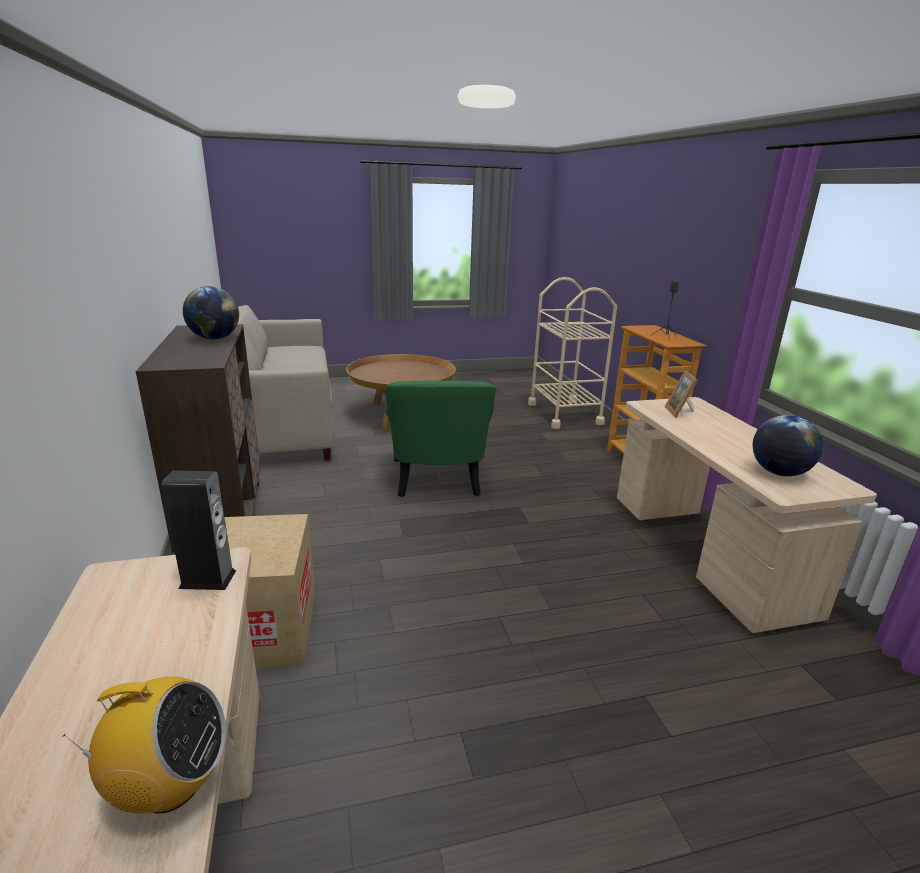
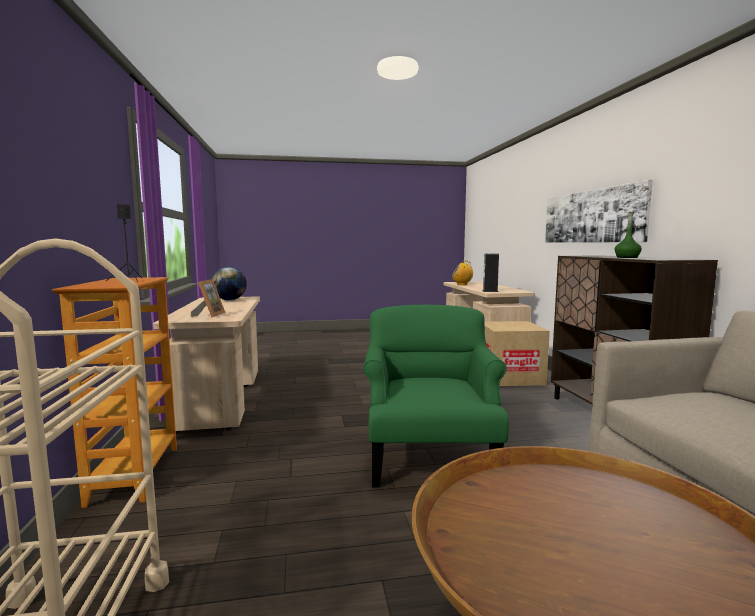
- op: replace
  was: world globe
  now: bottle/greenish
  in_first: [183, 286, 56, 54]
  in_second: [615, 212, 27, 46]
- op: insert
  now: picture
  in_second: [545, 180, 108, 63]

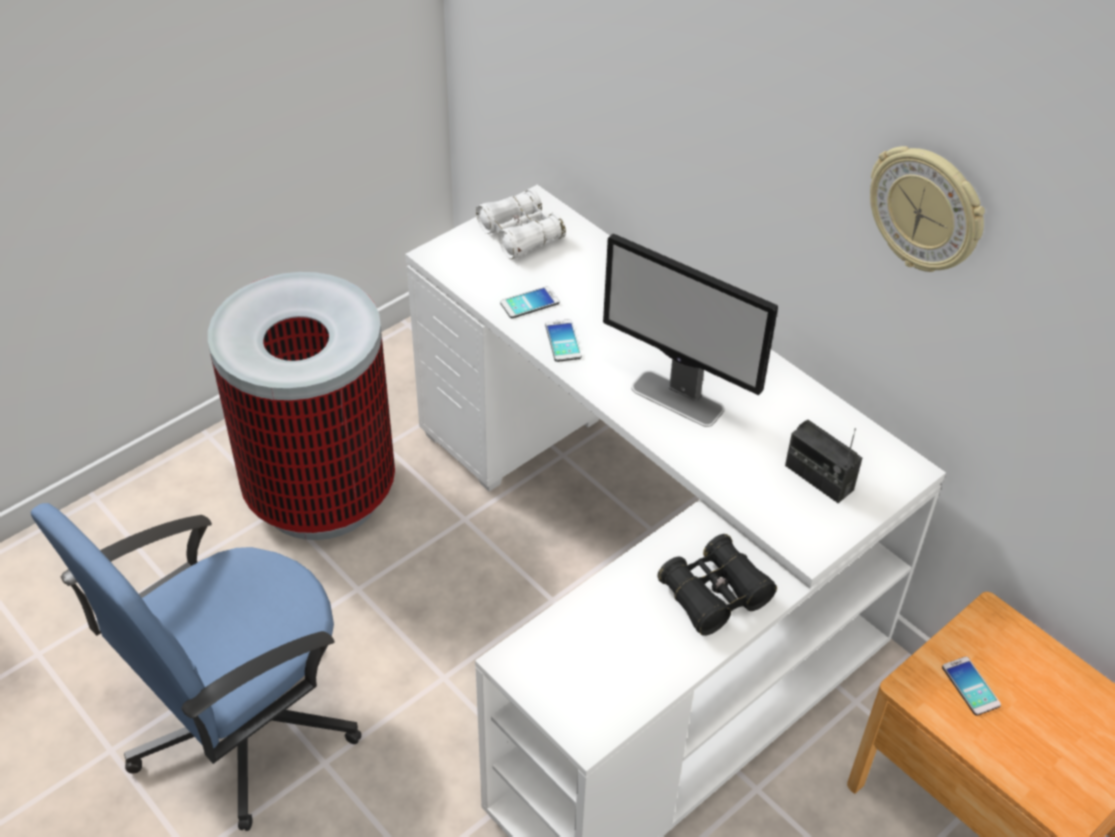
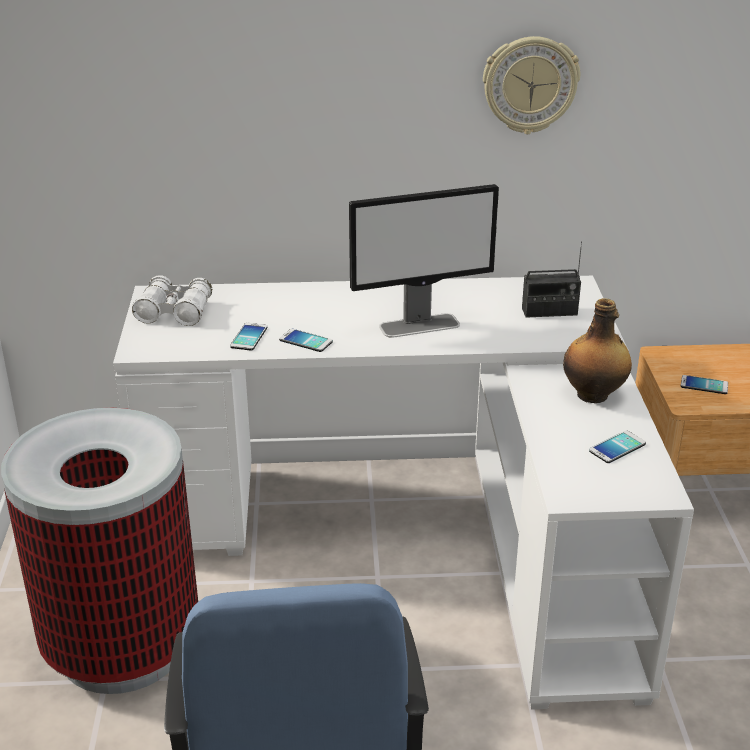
- op: replace
  was: pair of binoculars/black
  now: bottle
  in_first: [657, 534, 120, 102]
  in_second: [563, 298, 69, 105]
- op: insert
  now: handset
  in_second: [589, 431, 57, 32]

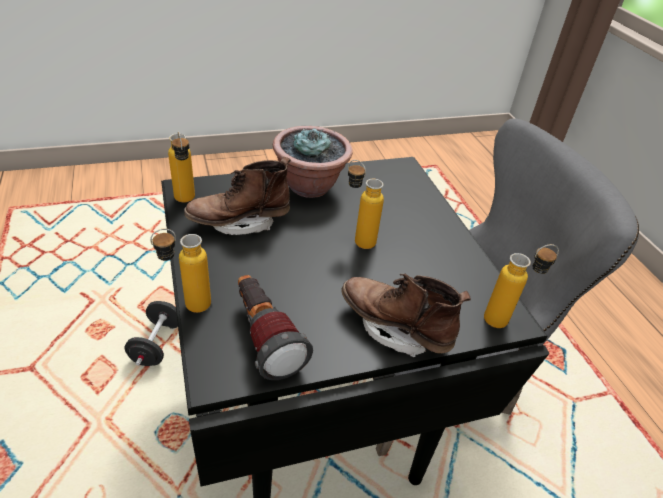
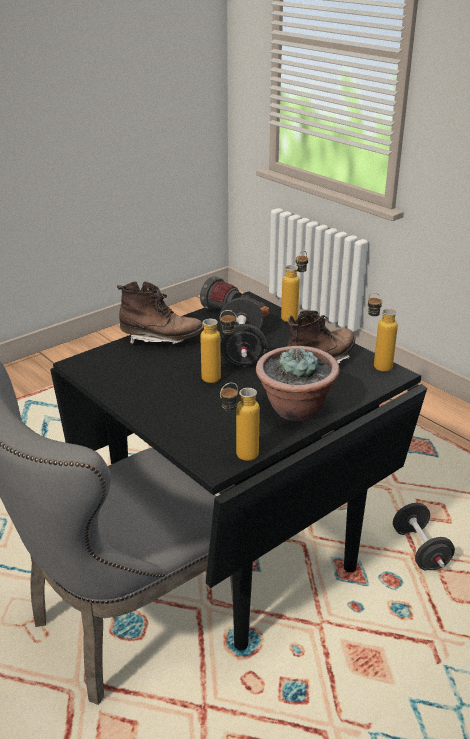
- op: move
  was: bottle
  in_first: [484, 244, 75, 84]
  in_second: [220, 382, 40, 79]
- op: insert
  now: free weight/black
  in_second: [220, 298, 47, 69]

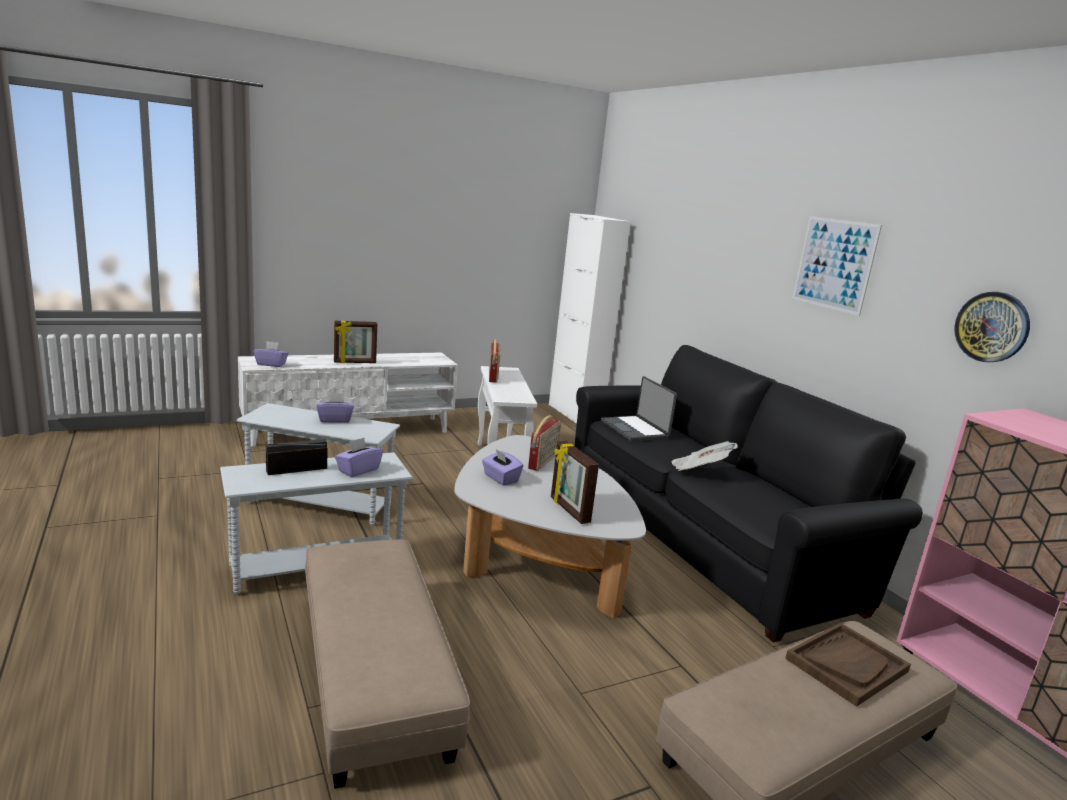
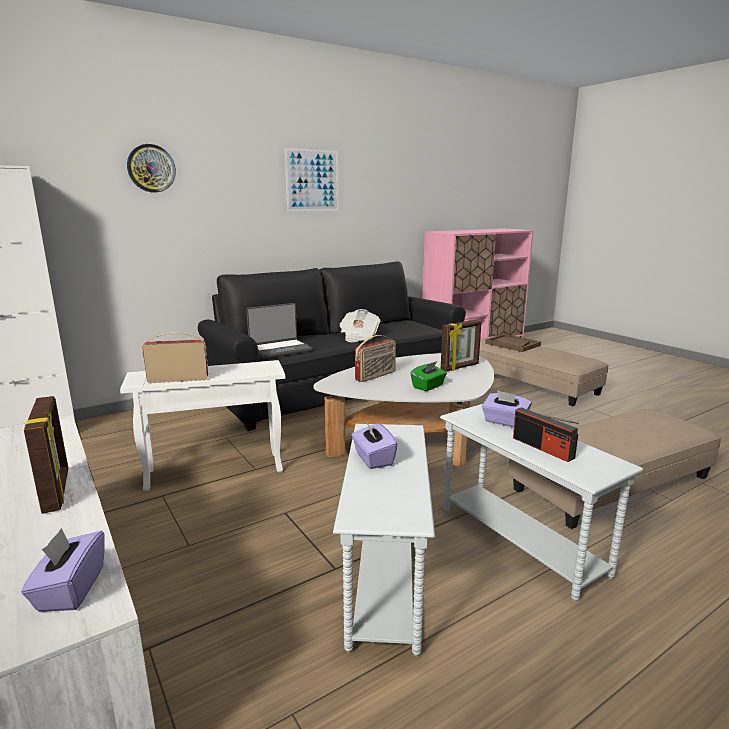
- op: recolor
  was: box of tissues/purplish
  now: box of tissues/greenish
  in_first: [482, 449, 41, 36]
  in_second: [411, 361, 36, 30]
- op: rotate
  was: radio
  in_first: [528, 416, 33, 55]
  in_second: [355, 335, 41, 47]
  clockwise: 120
- op: move
  was: hanging clock
  in_first: [955, 292, 75, 70]
  in_second: [127, 144, 49, 48]

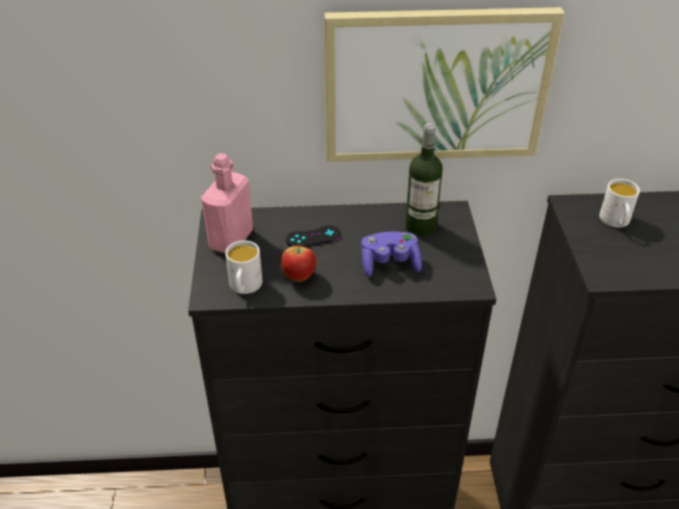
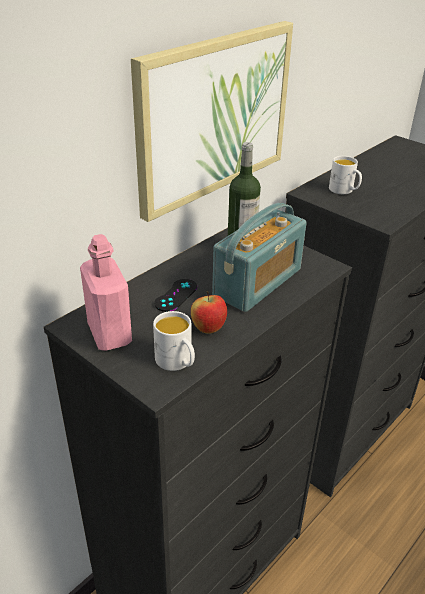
- op: replace
  was: joypad/purplish
  now: radio
  in_first: [361, 231, 61, 46]
  in_second: [212, 203, 94, 109]

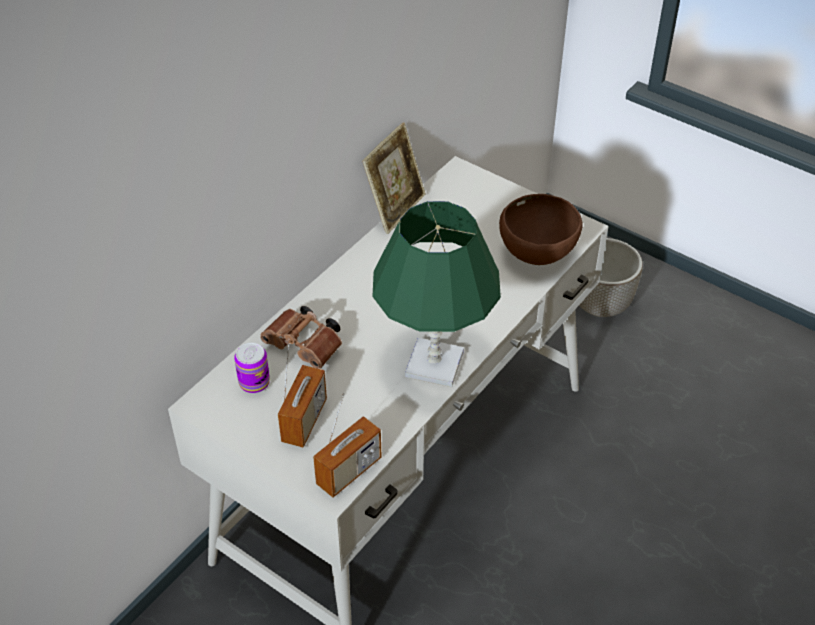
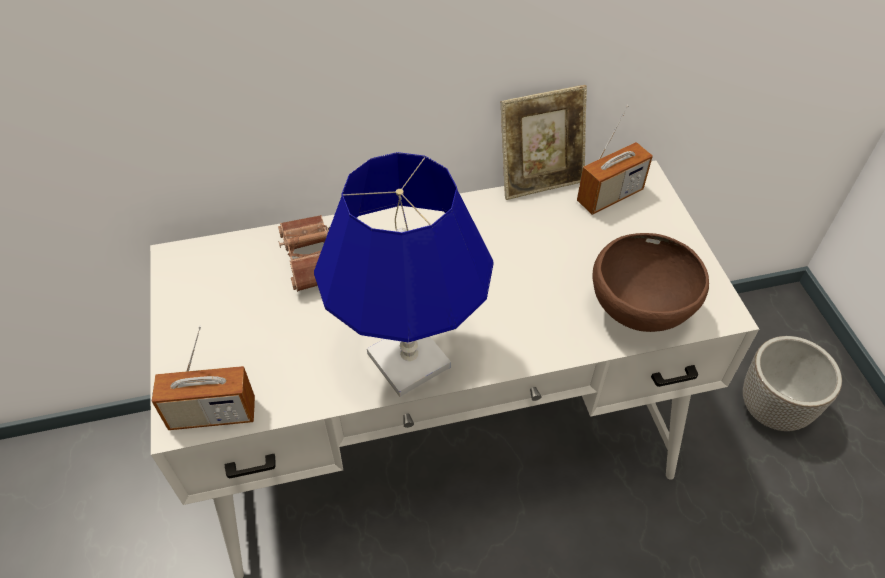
- op: delete
  was: can
  in_first: [234, 343, 36, 50]
- op: move
  was: radio
  in_first: [278, 345, 49, 103]
  in_second: [577, 105, 76, 110]
- op: recolor
  was: lamp for a table/greenish
  now: lamp for a table/blue-coloured
  in_first: [372, 201, 129, 186]
  in_second: [314, 152, 180, 245]

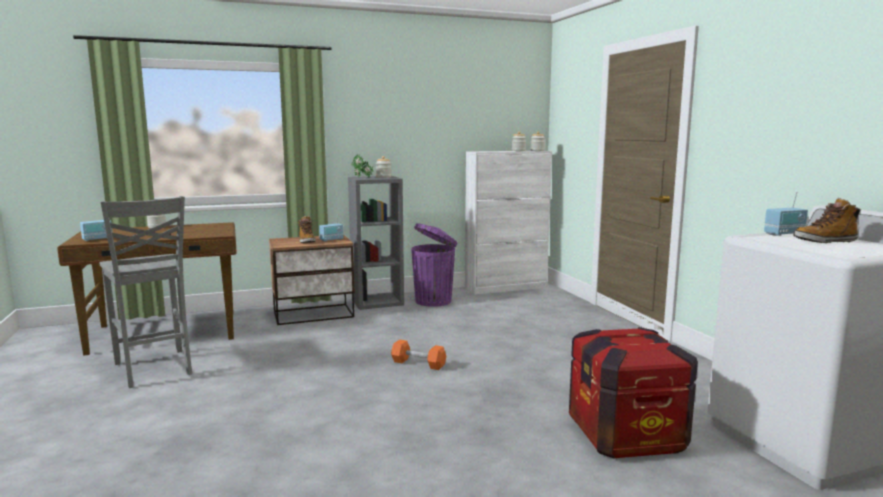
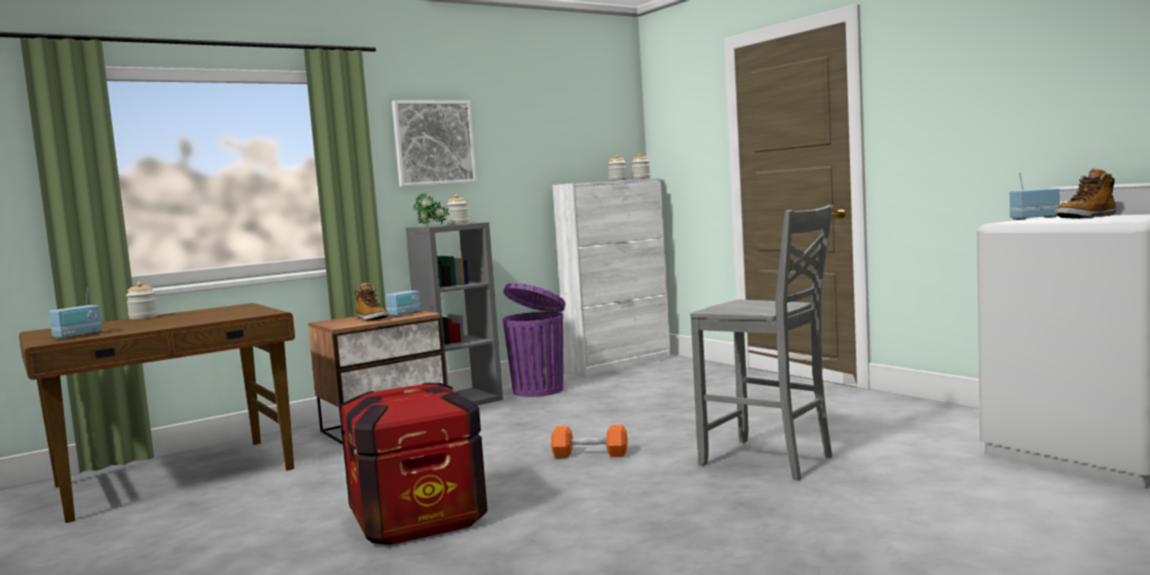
- op: move
  was: chair/grey
  in_first: [99, 196, 93, 192]
  in_second: [690, 205, 143, 276]
- op: move
  was: shipping crate
  in_first: [569, 327, 129, 132]
  in_second: [339, 383, 148, 162]
- op: rotate
  was: radio
  in_first: [764, 192, 44, 44]
  in_second: [1010, 172, 50, 48]
  clockwise: -150
- op: insert
  now: picture
  in_second: [392, 100, 85, 87]

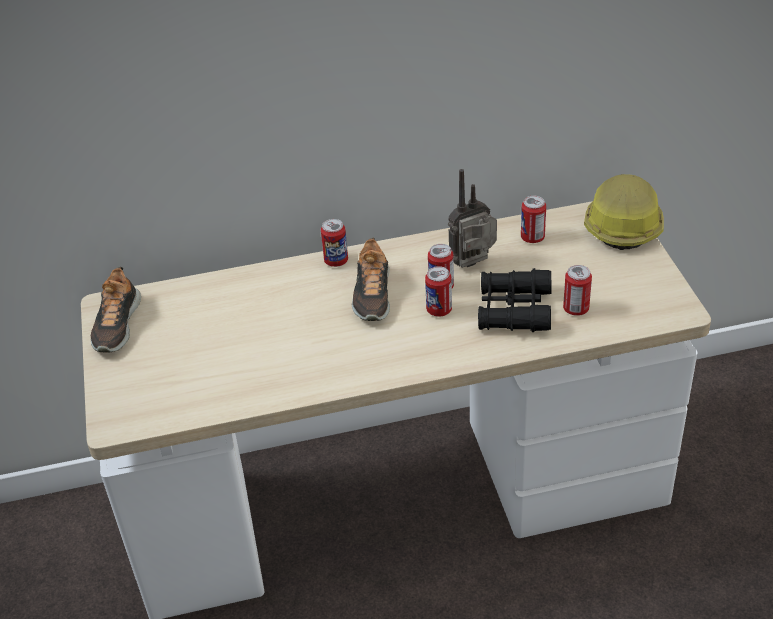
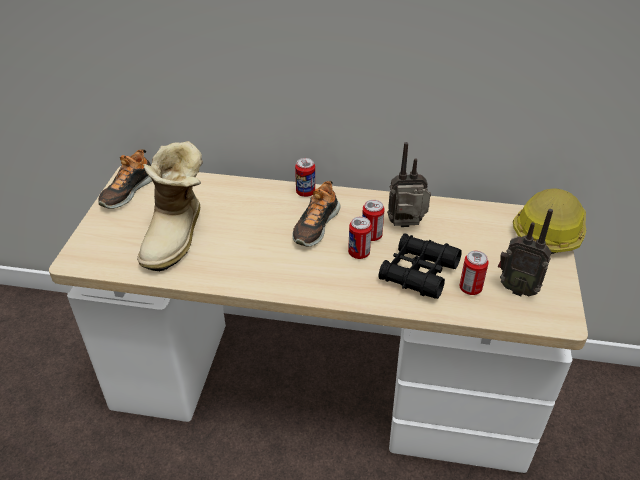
- op: delete
  was: can
  in_first: [521, 196, 25, 47]
- op: insert
  now: high-top boot
  in_second: [137, 141, 66, 131]
- op: insert
  now: radio
  in_second: [498, 209, 55, 87]

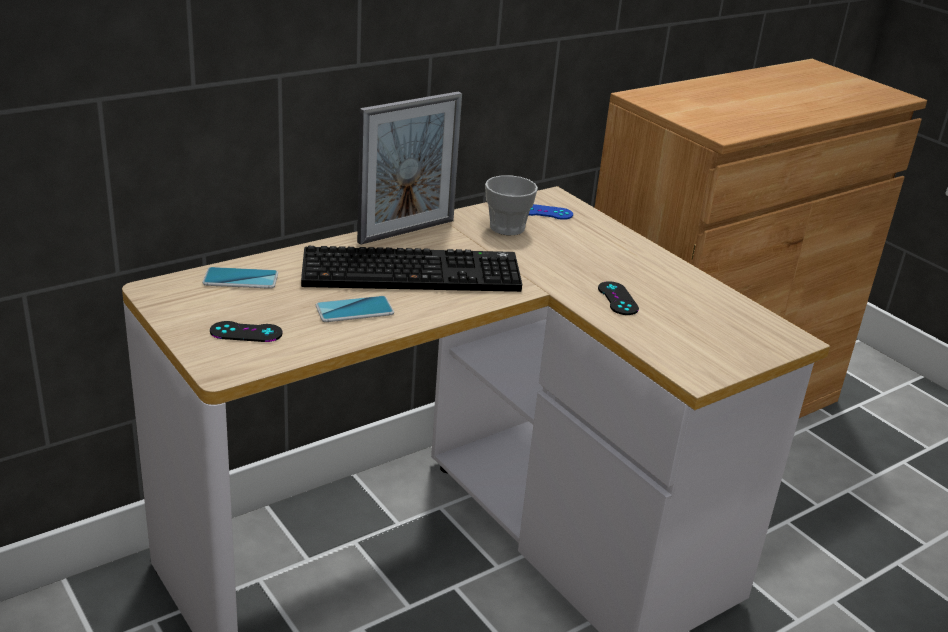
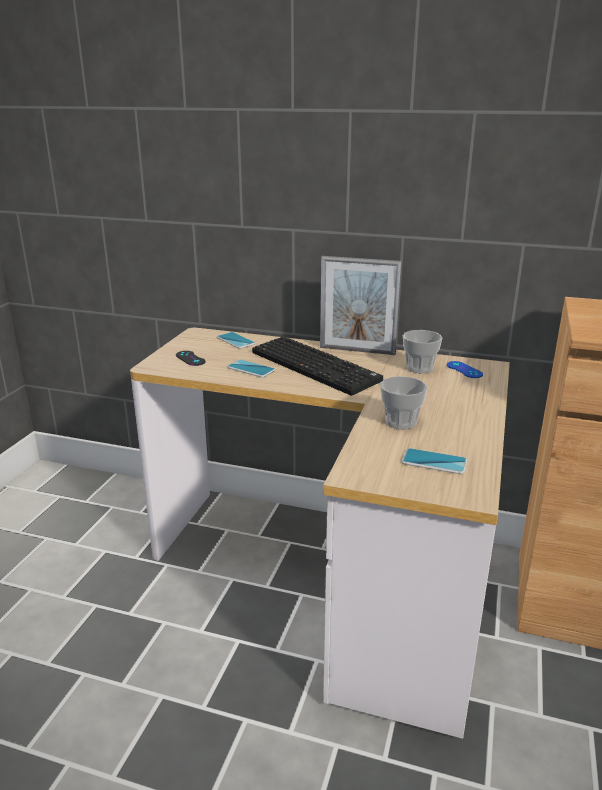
- op: replace
  was: joypad/black
  now: cup
  in_first: [598, 281, 41, 34]
  in_second: [380, 376, 47, 53]
- op: insert
  now: handset
  in_second: [402, 448, 65, 26]

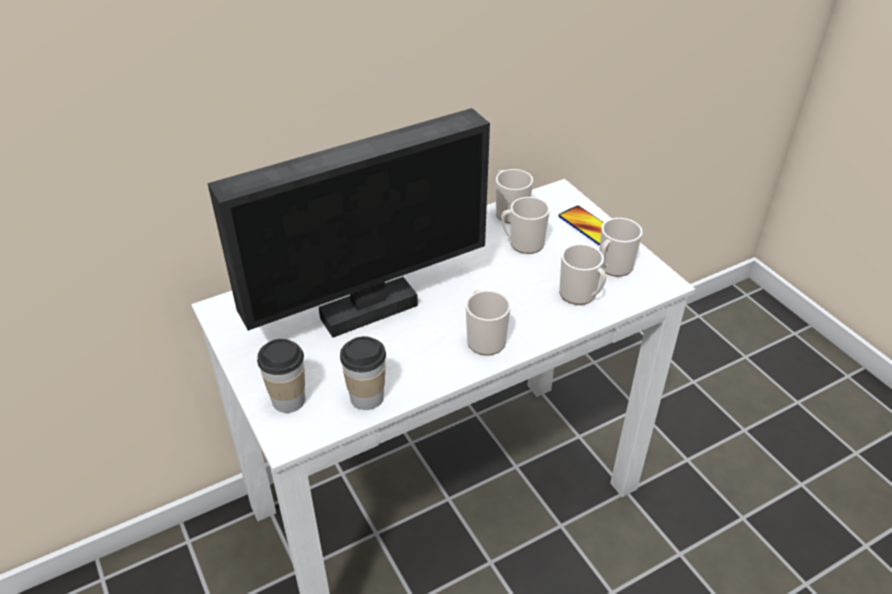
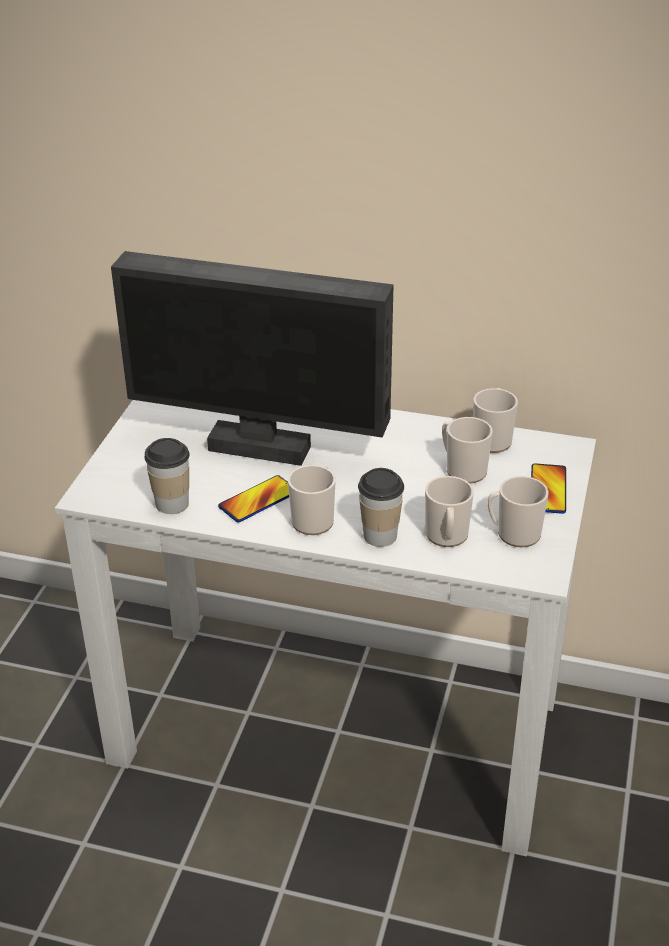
- op: move
  was: cup
  in_first: [257, 339, 48, 74]
  in_second: [358, 468, 46, 79]
- op: insert
  now: handset
  in_second: [218, 475, 71, 47]

